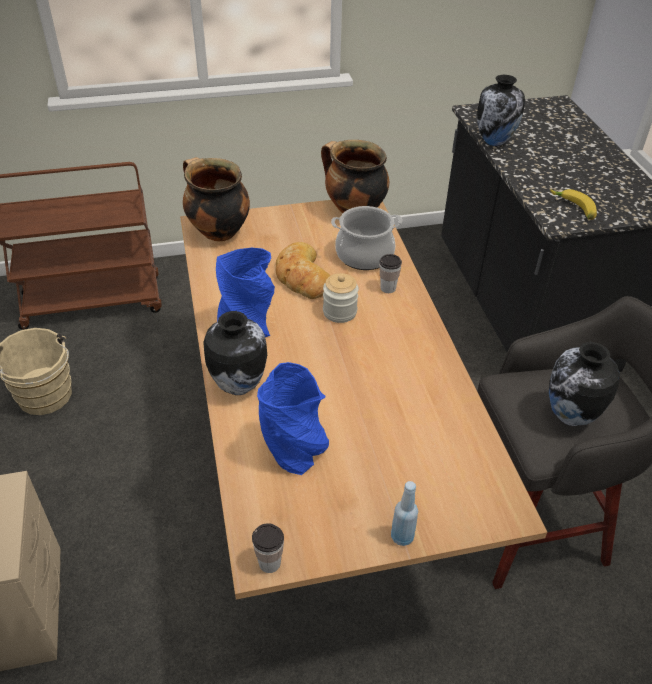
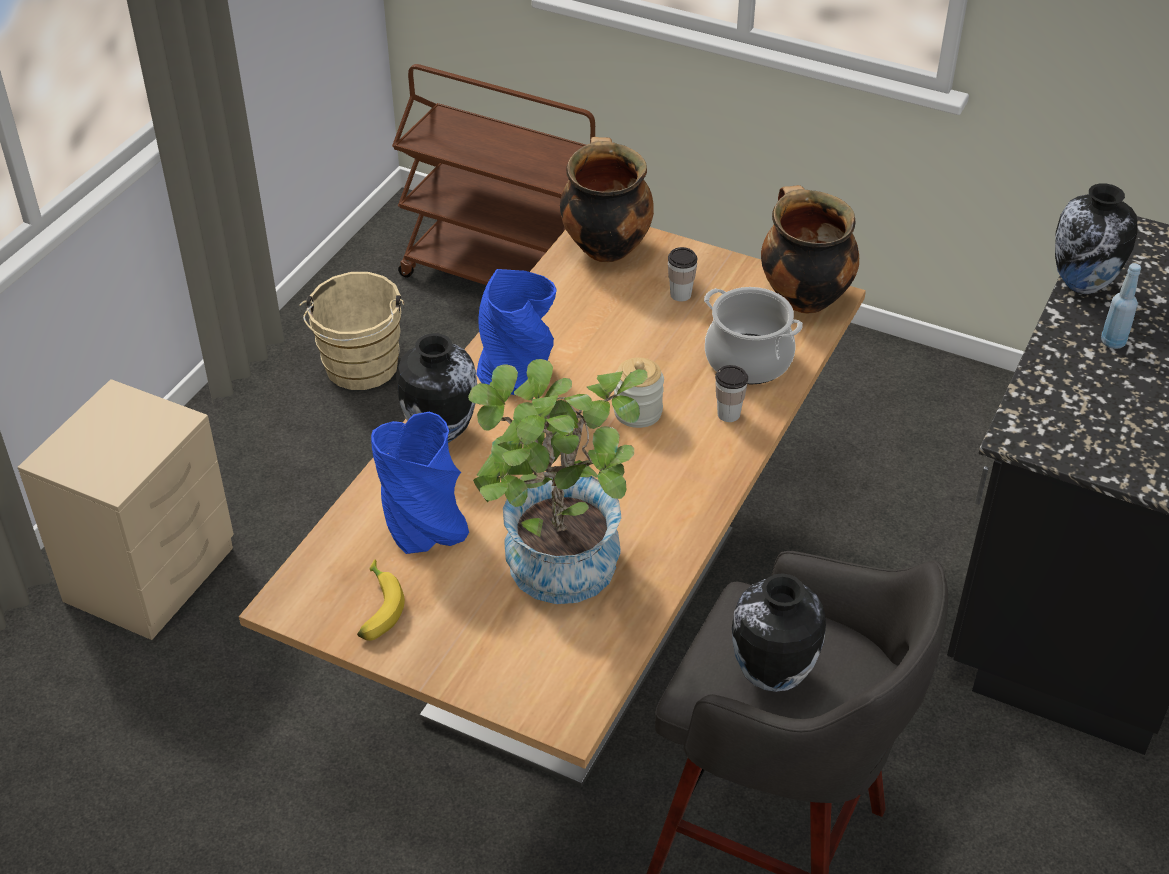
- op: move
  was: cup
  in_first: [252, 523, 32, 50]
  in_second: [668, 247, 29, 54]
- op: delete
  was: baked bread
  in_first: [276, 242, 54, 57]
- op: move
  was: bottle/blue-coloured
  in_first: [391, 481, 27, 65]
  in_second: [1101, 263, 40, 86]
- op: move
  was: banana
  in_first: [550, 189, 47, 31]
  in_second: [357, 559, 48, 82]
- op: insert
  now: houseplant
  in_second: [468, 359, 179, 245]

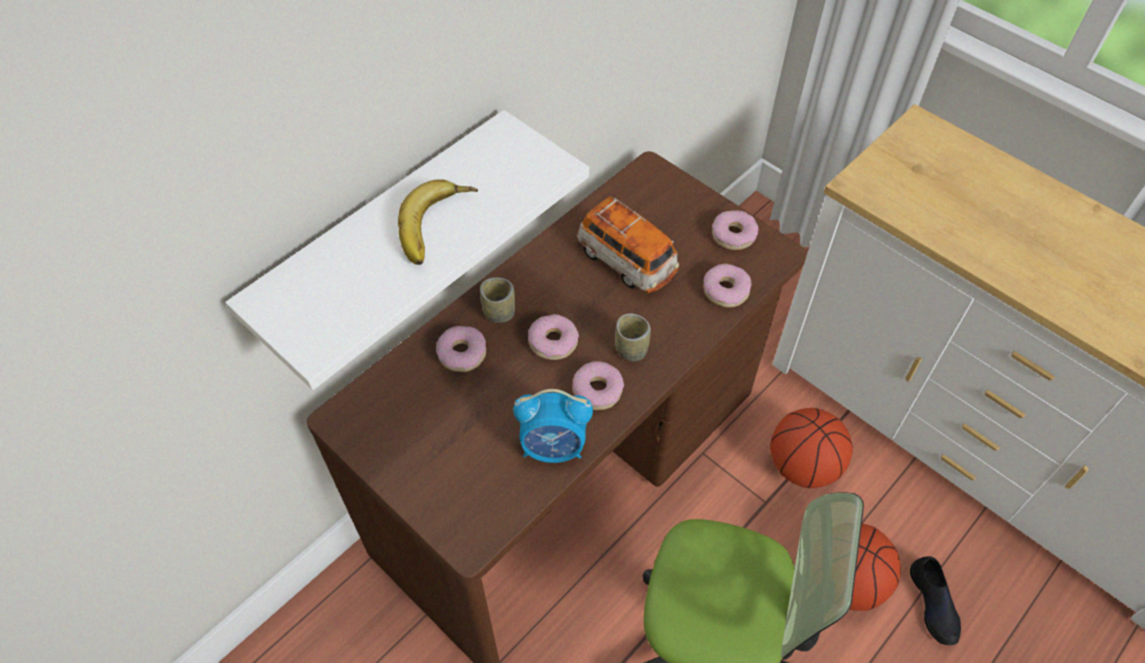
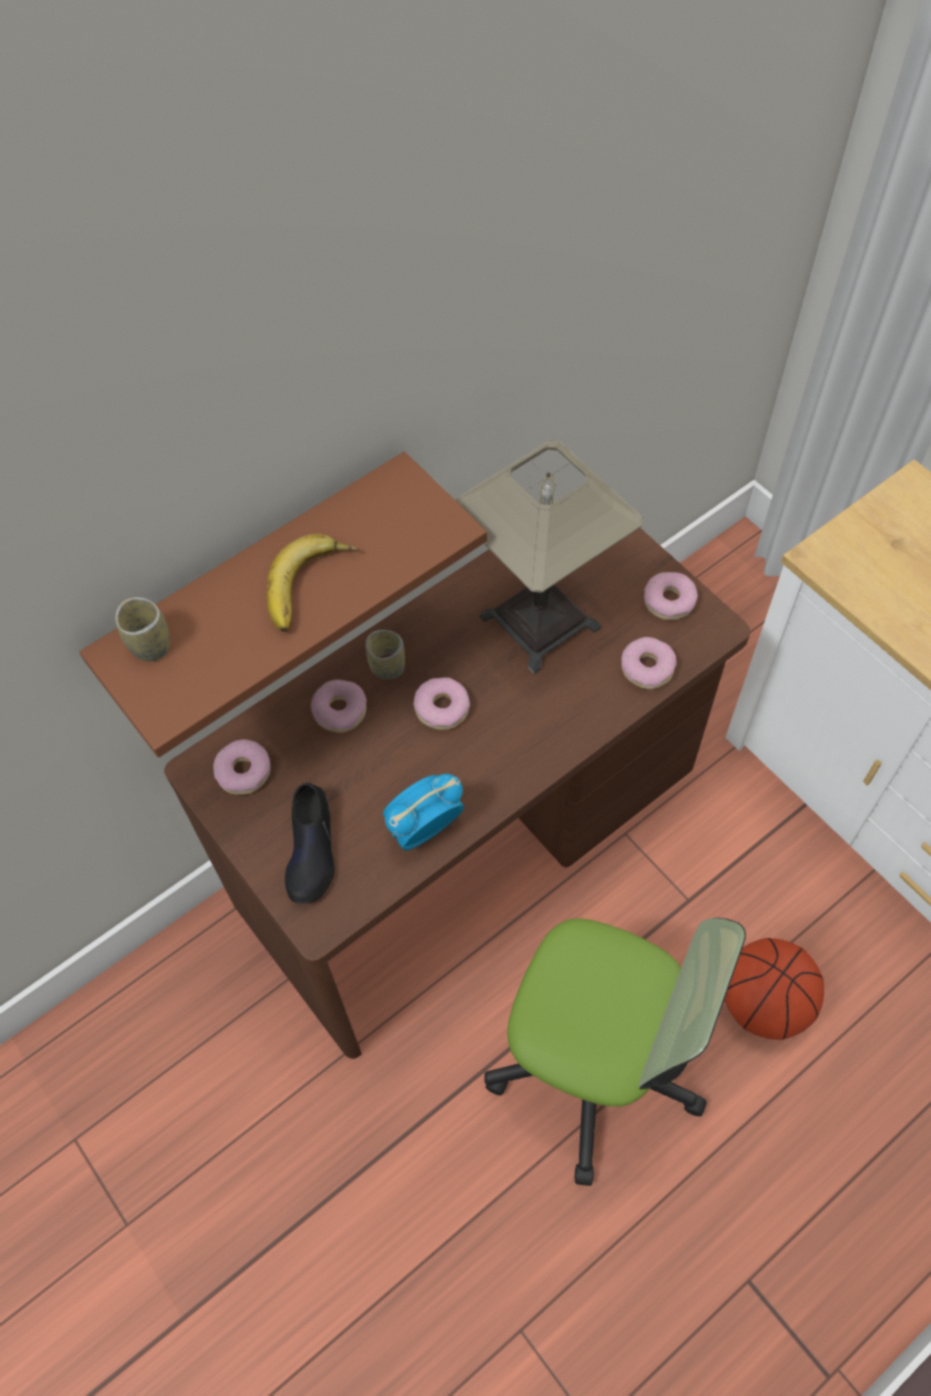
- op: recolor
  was: bracket shelf/white
  now: bracket shelf/brownish
  in_first: [225, 110, 364, 280]
  in_second: [79, 452, 408, 306]
- op: rotate
  was: table clock
  in_first: [513, 389, 80, 74]
  in_second: [383, 774, 81, 76]
  clockwise: 135
- op: move
  was: donut
  in_first: [572, 361, 52, 49]
  in_second: [213, 739, 58, 56]
- op: replace
  was: model car
  now: lamp for a table
  in_first: [576, 197, 103, 96]
  in_second: [454, 440, 188, 234]
- op: move
  was: cup
  in_first: [615, 313, 36, 48]
  in_second: [115, 597, 55, 64]
- op: delete
  was: ball for basketball
  in_first: [770, 408, 83, 80]
- op: move
  was: shoe/black
  in_first: [910, 557, 51, 88]
  in_second: [285, 783, 50, 121]

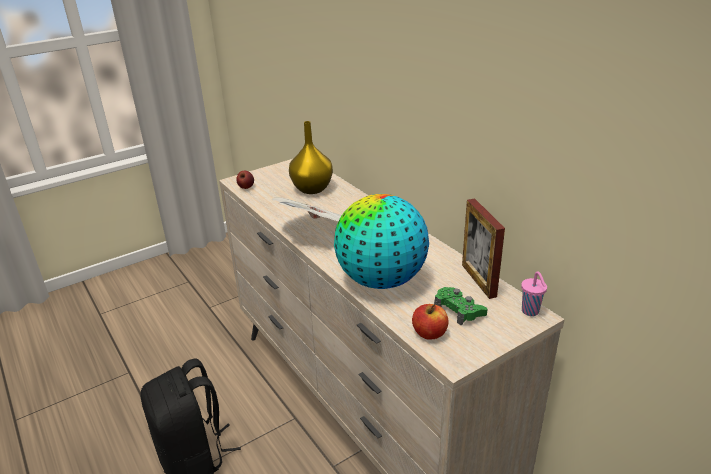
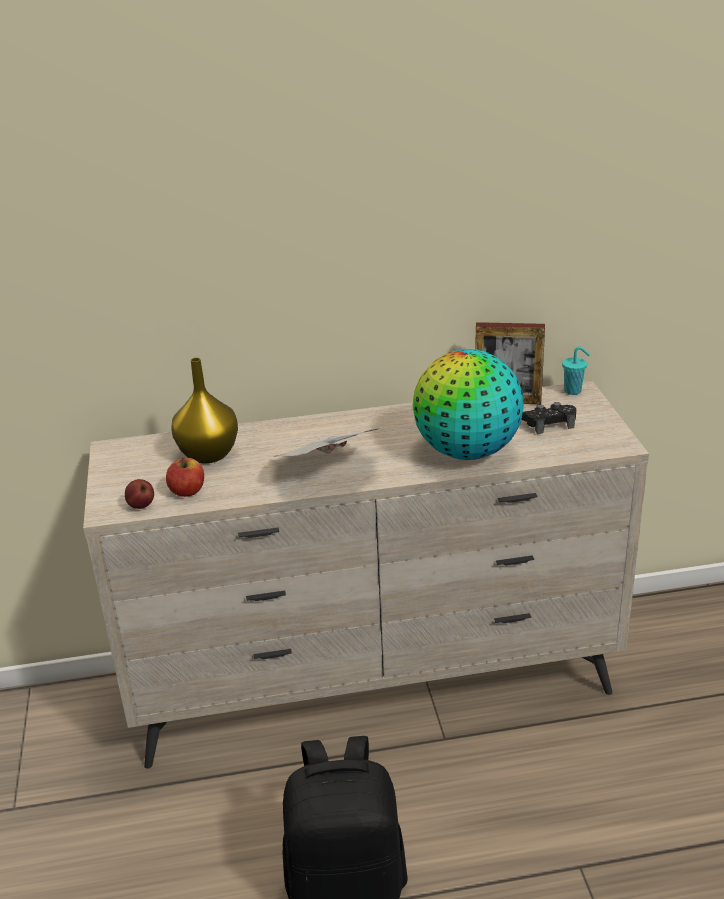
- op: move
  was: apple fruit
  in_first: [412, 304, 37, 35]
  in_second: [166, 457, 38, 40]
- op: recolor
  was: joypad/greenish
  now: joypad/black
  in_first: [434, 287, 54, 39]
  in_second: [521, 402, 55, 32]
- op: recolor
  was: cup/pink
  now: cup/turquoise-coloured
  in_first: [521, 271, 26, 45]
  in_second: [562, 347, 28, 48]

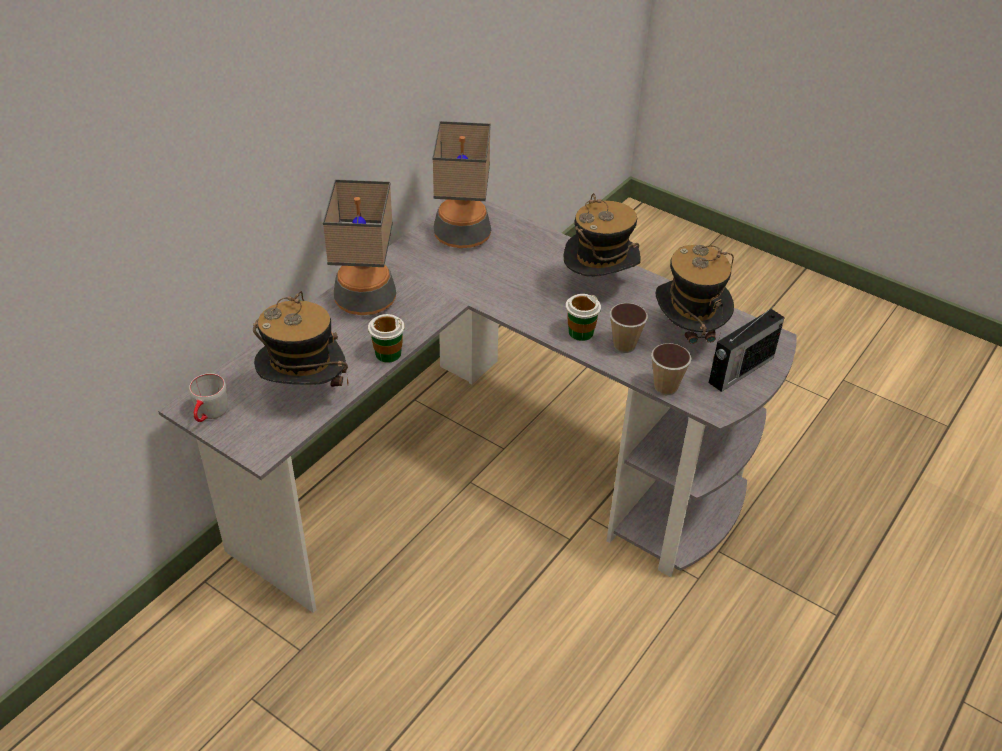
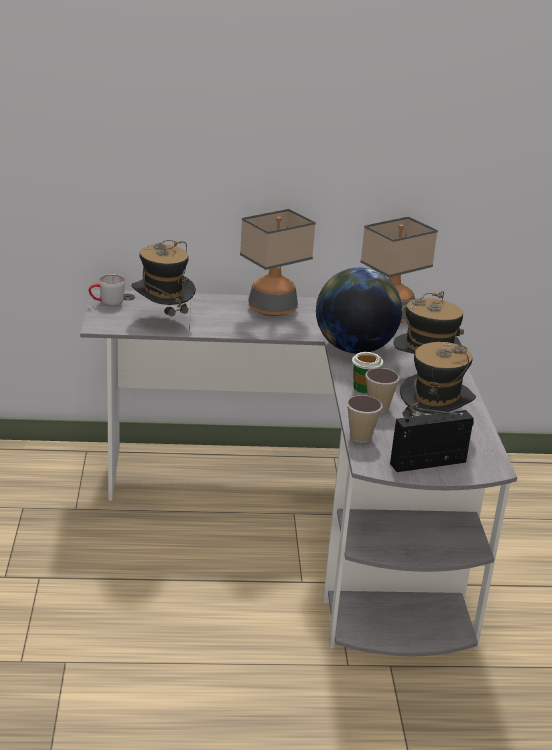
- op: delete
  was: cup
  in_first: [368, 314, 37, 49]
- op: rotate
  was: radio
  in_first: [709, 305, 76, 87]
  in_second: [390, 408, 84, 64]
  clockwise: 150
- op: insert
  now: world globe
  in_second: [316, 268, 86, 86]

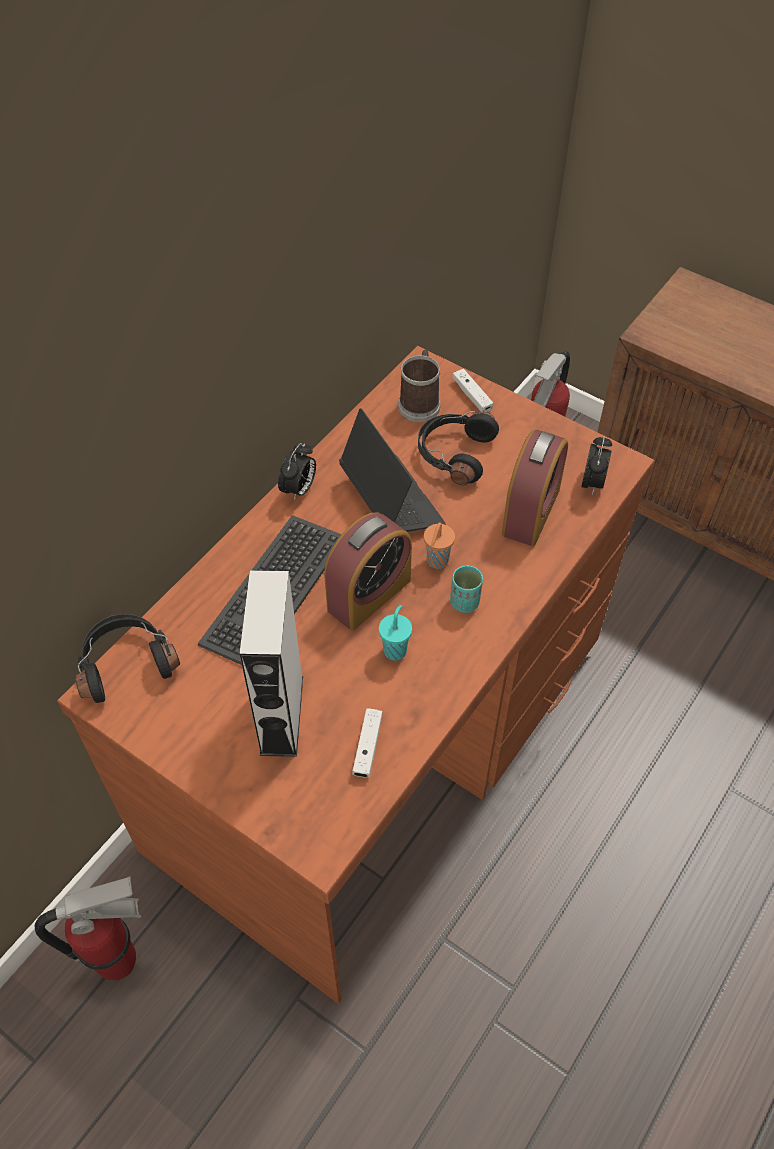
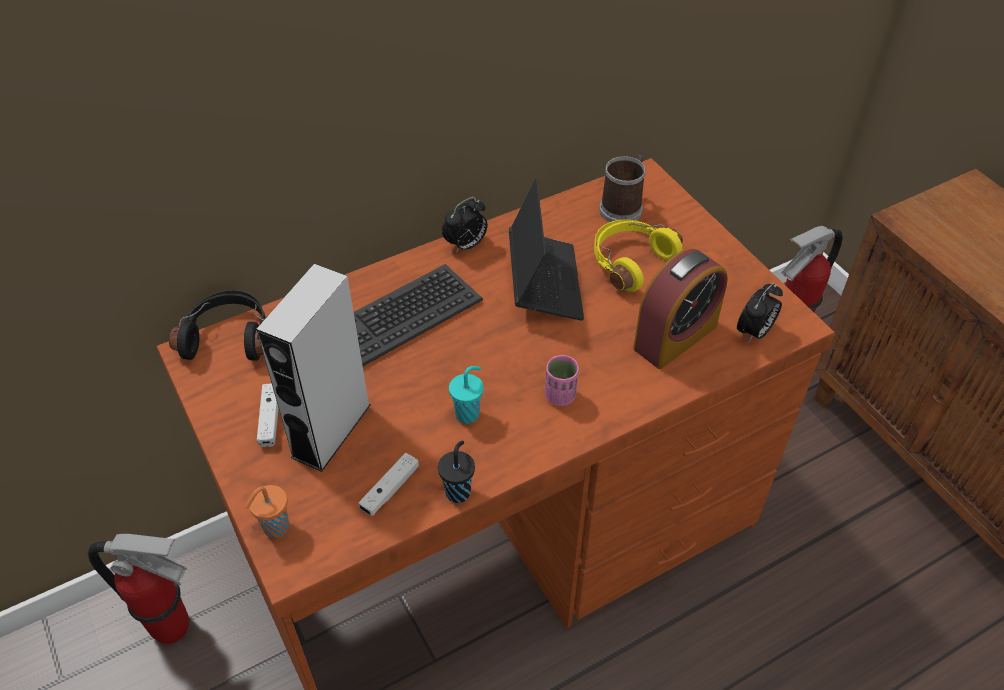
- op: delete
  was: table clock
  in_first: [324, 512, 88, 119]
- op: recolor
  was: pair of headphones/black
  now: pair of headphones/yellowish
  in_first: [418, 411, 81, 74]
  in_second: [594, 220, 89, 72]
- op: move
  was: cup/orangey
  in_first: [424, 523, 31, 46]
  in_second: [245, 485, 44, 53]
- op: recolor
  was: cup/turquoise-coloured
  now: cup/pink
  in_first: [450, 565, 33, 48]
  in_second: [545, 355, 34, 51]
- op: move
  was: joypad/white
  in_first: [452, 369, 41, 43]
  in_second: [257, 384, 22, 63]
- op: insert
  now: cup/black
  in_second: [438, 441, 37, 62]

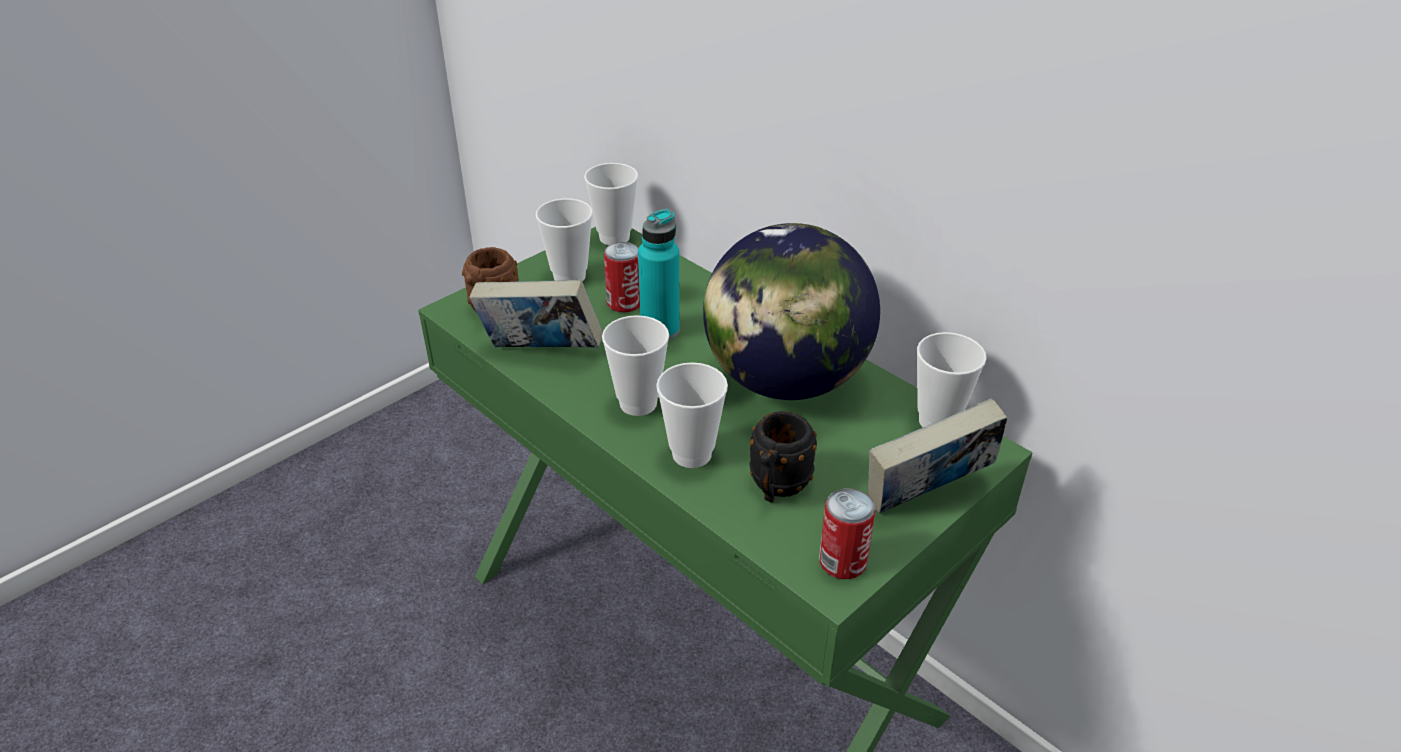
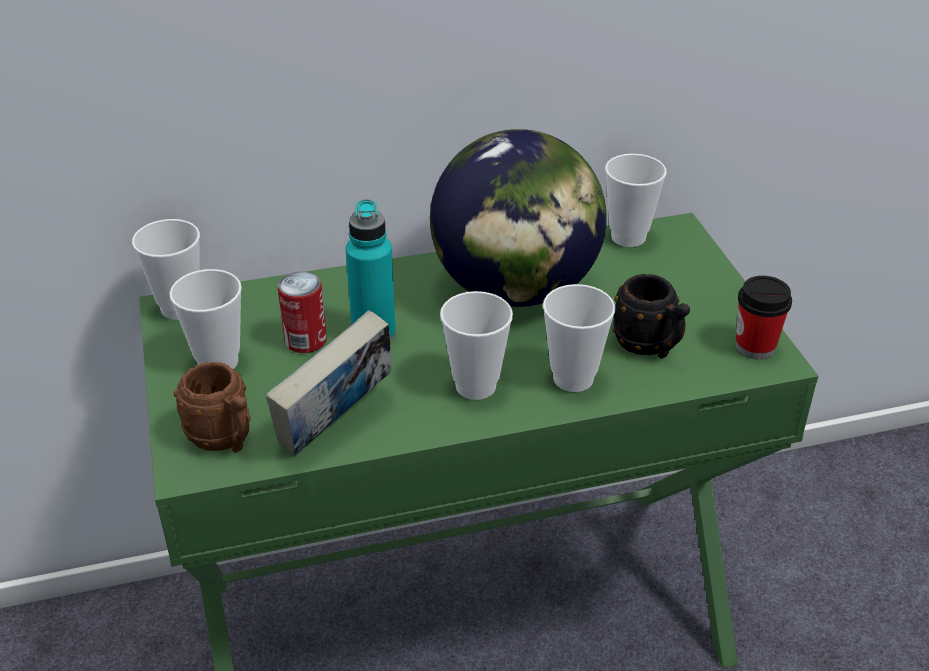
- op: replace
  was: can
  now: cup
  in_first: [819, 488, 57, 91]
  in_second: [735, 276, 57, 83]
- op: delete
  was: bound book
  in_first: [868, 398, 139, 116]

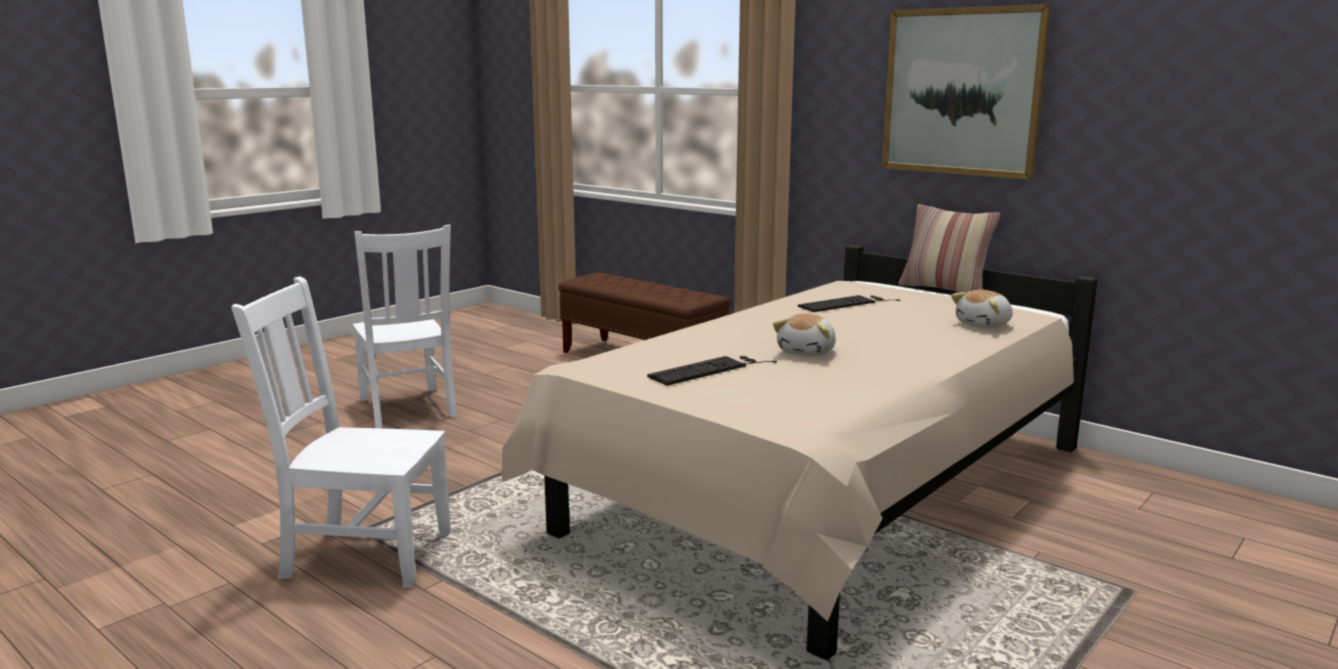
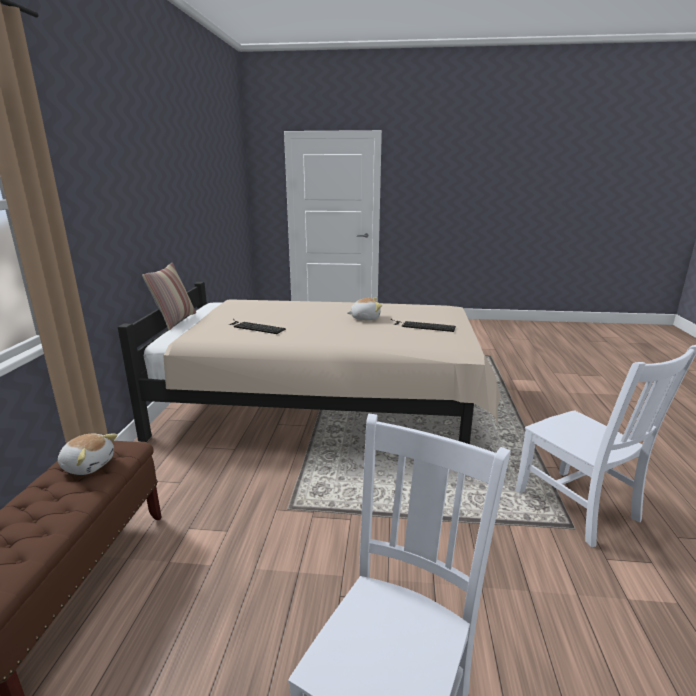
- op: delete
  was: picture
  in_first: [882, 4, 170, 176]
- op: move
  was: cuddly toy
  in_first: [951, 290, 62, 38]
  in_second: [58, 434, 59, 41]

